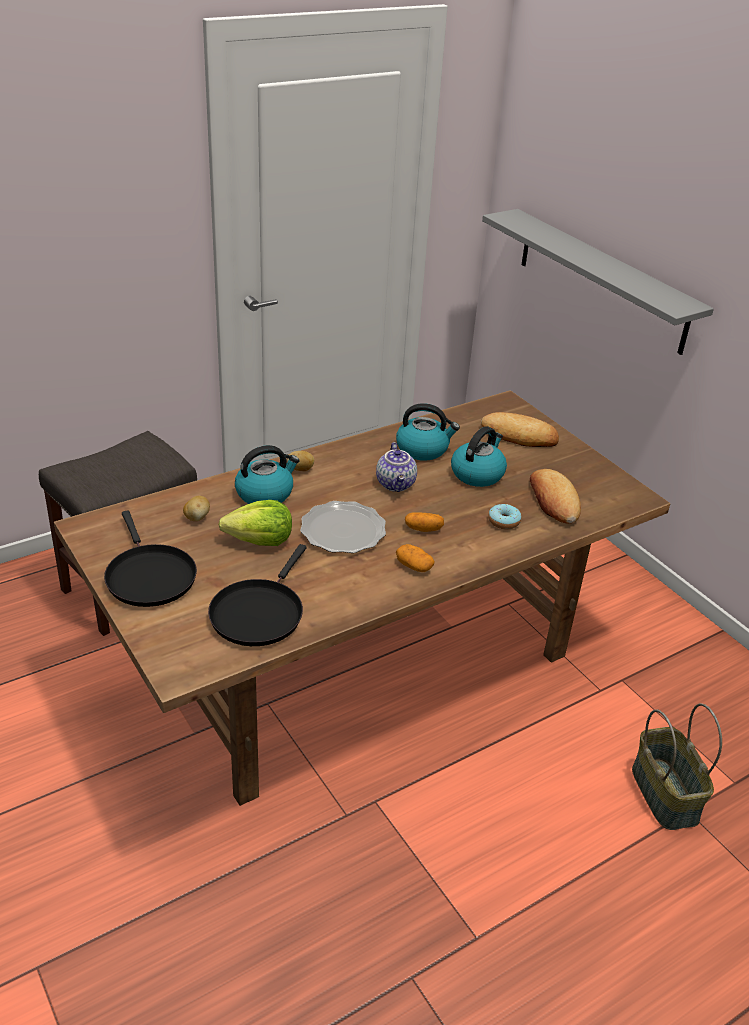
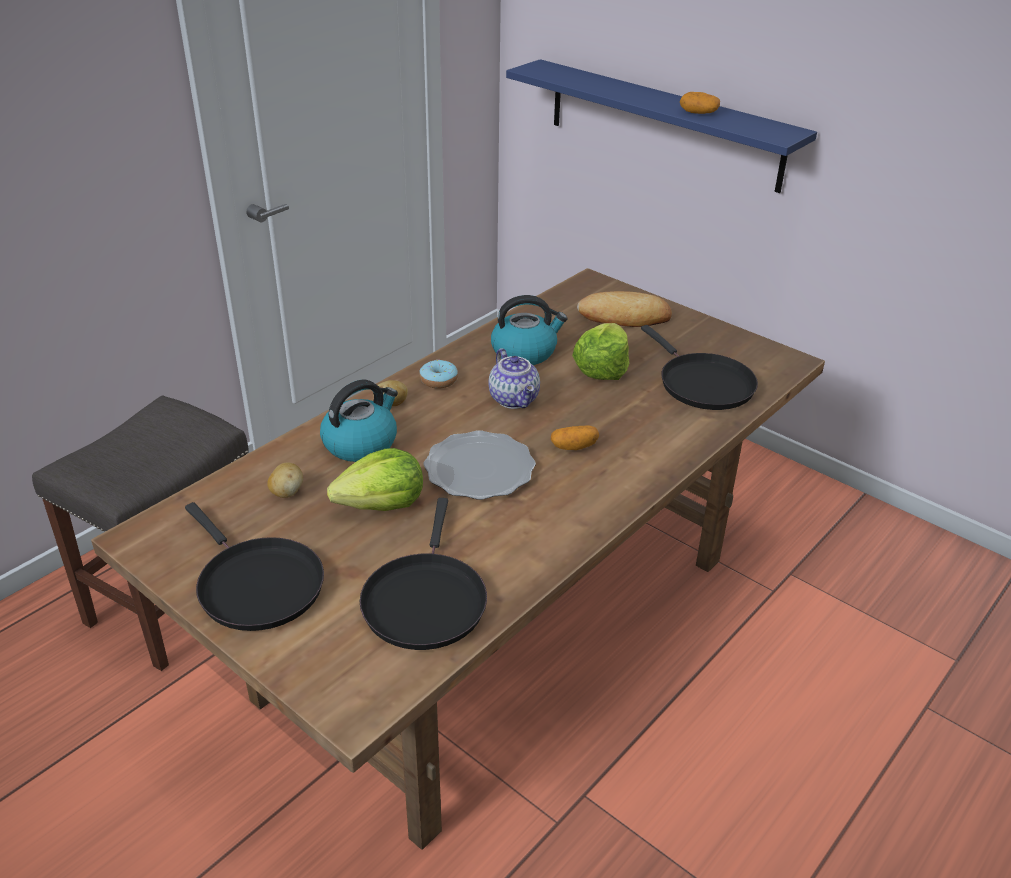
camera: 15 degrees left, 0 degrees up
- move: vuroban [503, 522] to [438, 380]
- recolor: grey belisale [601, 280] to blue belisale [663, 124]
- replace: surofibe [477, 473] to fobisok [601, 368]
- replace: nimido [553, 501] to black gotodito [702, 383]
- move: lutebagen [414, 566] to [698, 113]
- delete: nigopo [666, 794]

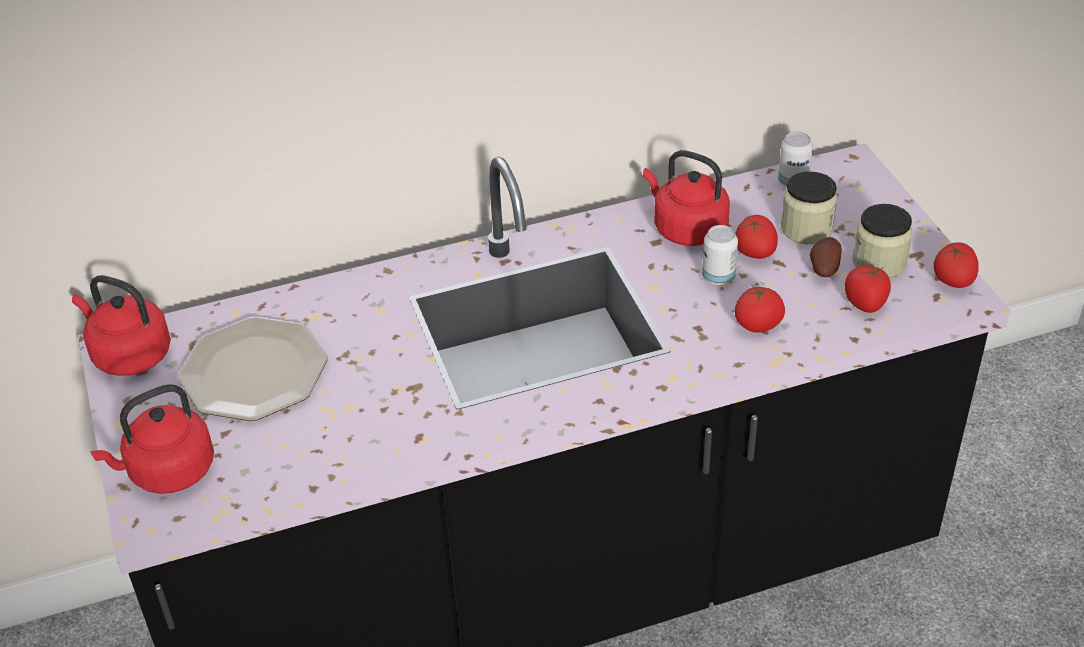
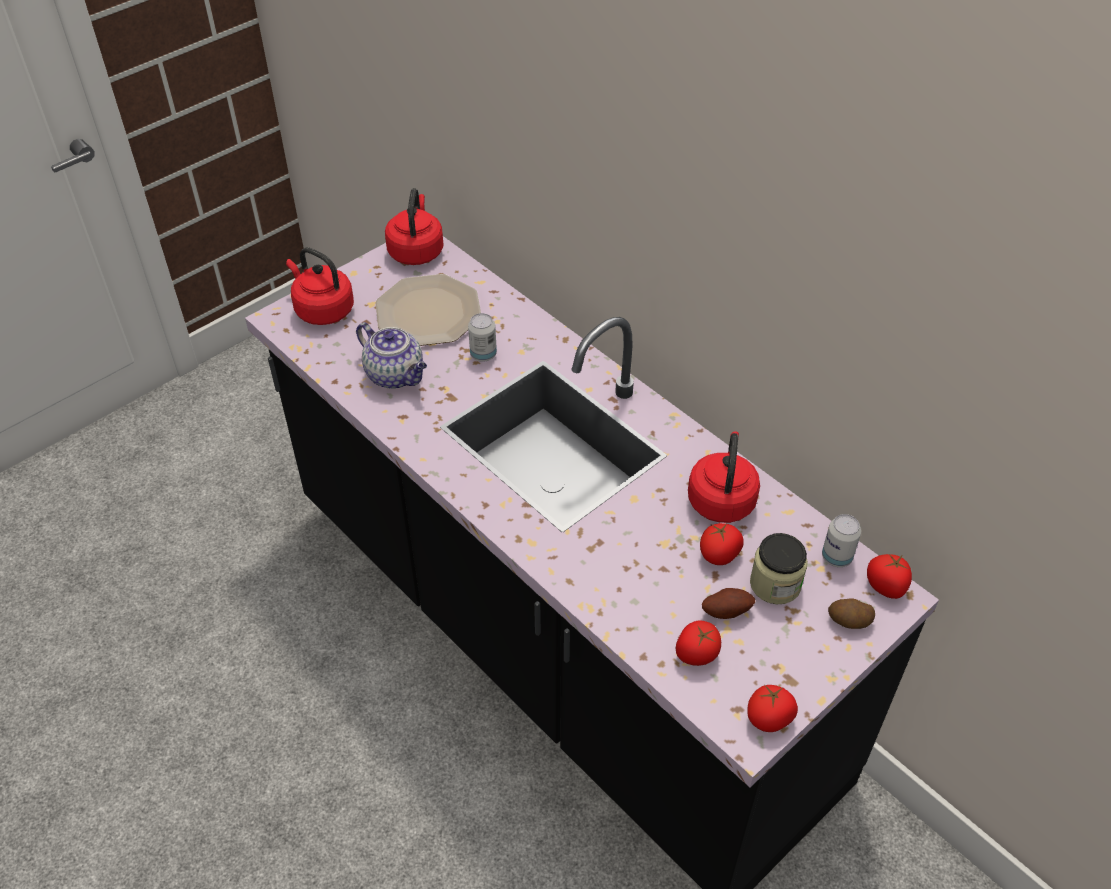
camera: 65 degrees right, 5 degrees up
- insert: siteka [396, 375]
- move: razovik [718, 277] to [483, 355]
- insert: lutebagen [849, 621]
- move: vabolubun [758, 324] to [886, 586]
- delete: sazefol [879, 262]

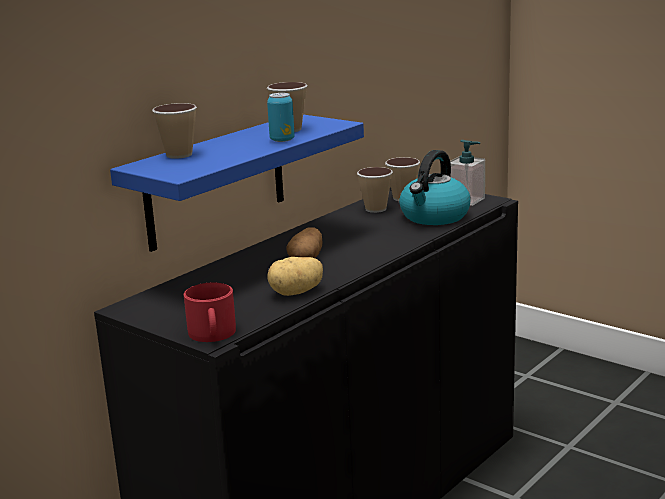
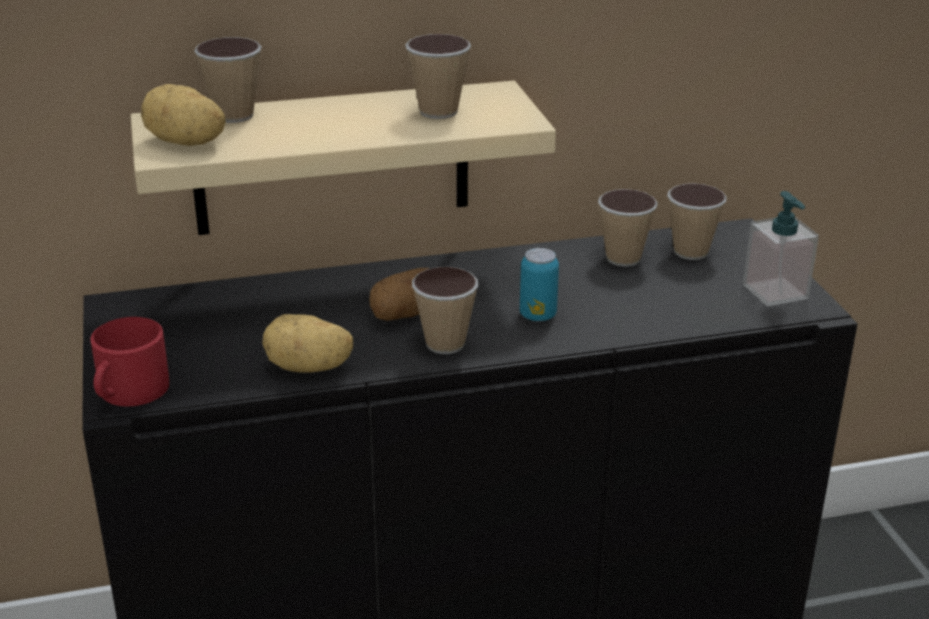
camera: 35 degrees right, 10 degrees up
- recolor: blue belisale [216, 181] to beige belisale [332, 158]
- insert: lutebagen [185, 143]
- insert: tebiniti [445, 344]
- move: razovik [282, 140] to [538, 315]
- delete: surofibe [434, 217]

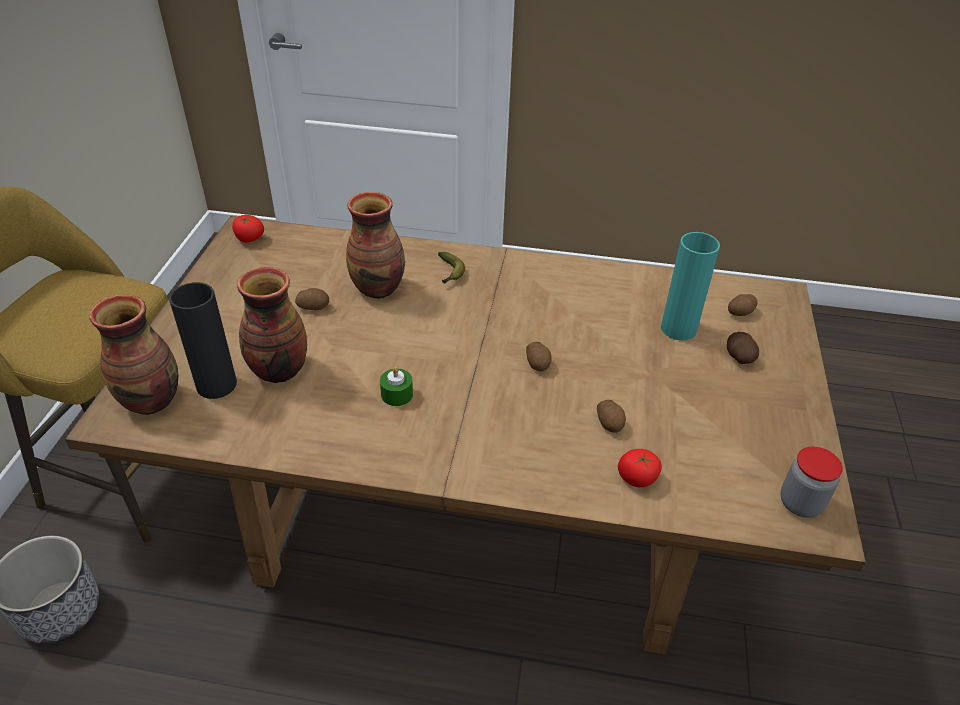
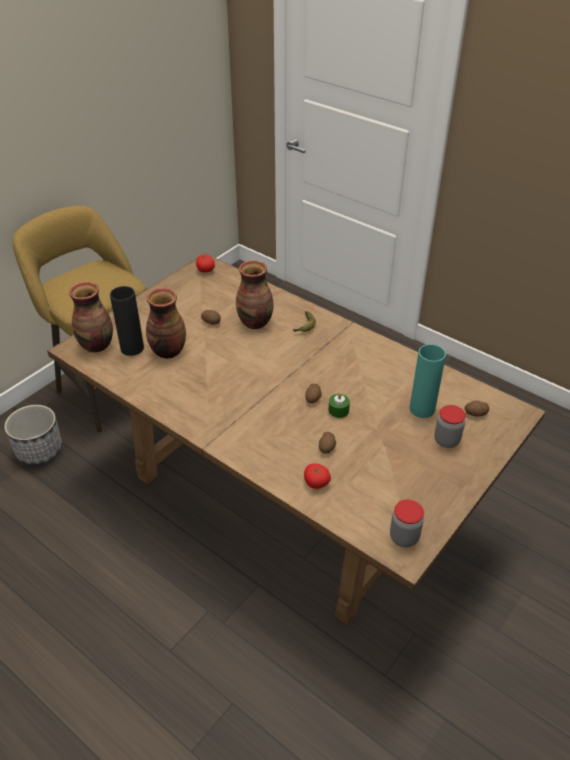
camera: 30 degrees right, 0 degrees up
- move: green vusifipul [397, 394] to [338, 410]
- replace: lutebagen [738, 357] to sazefol [446, 440]

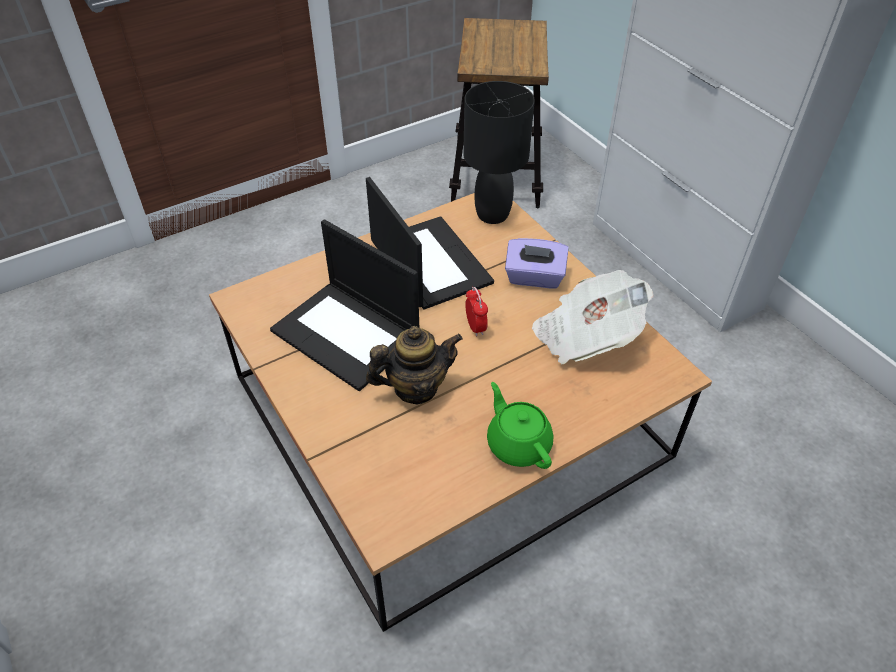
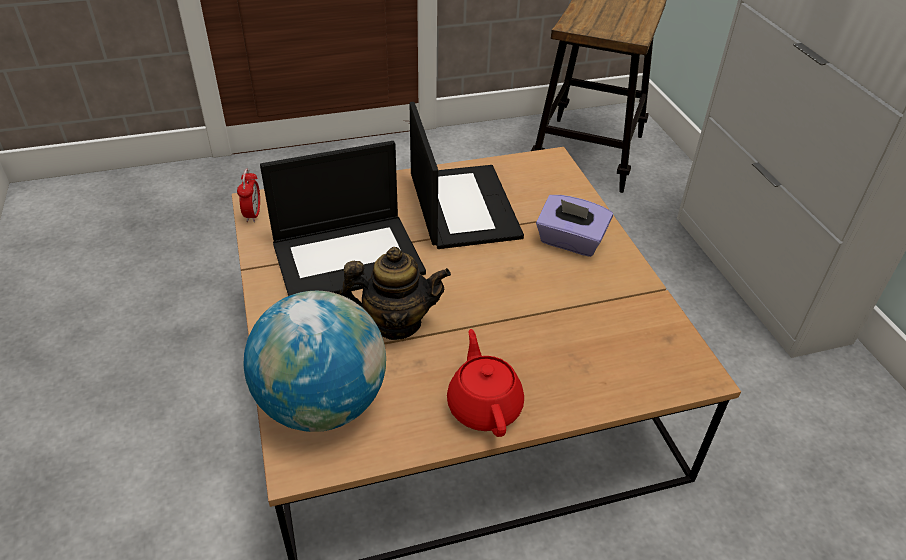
camera: 15 degrees right, 5 degrees down
- move: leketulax [475, 327] to [253, 214]
- insert: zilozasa [323, 404]
- rotate: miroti [347, 334] = [349, 257] 75 degrees counterclockwise
- recolor: green siteka [518, 443] to red siteka [484, 406]
- delete: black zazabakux [493, 214]
- delete: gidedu [586, 336]

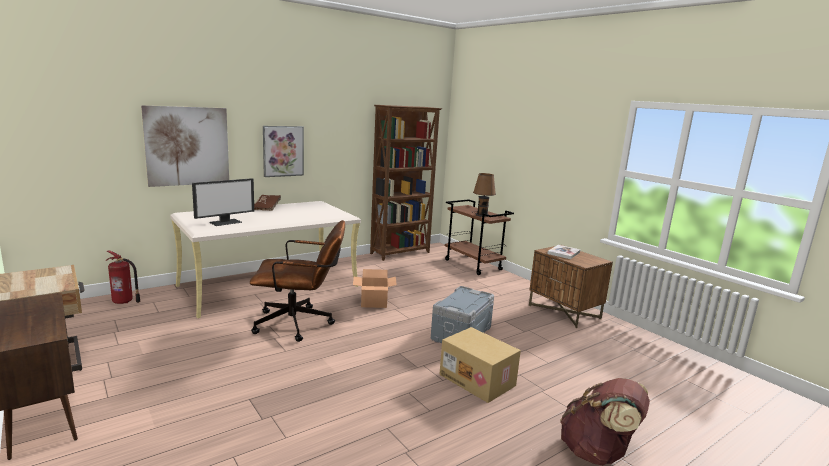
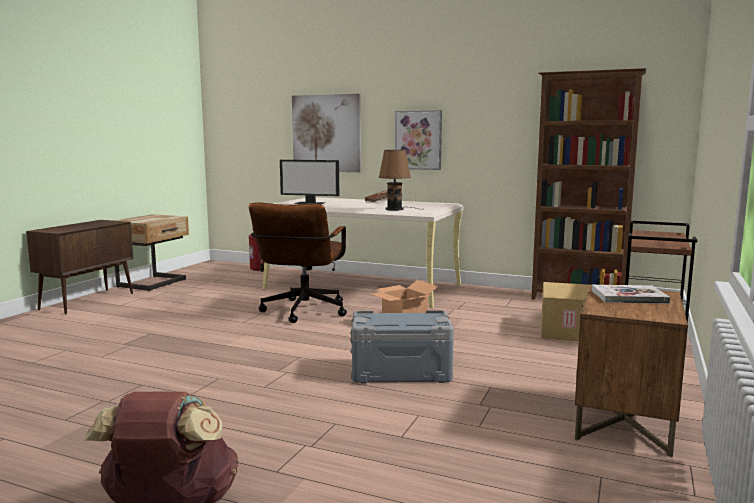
camera: 60 degrees right, 5 degrees down
- rotate: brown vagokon [300, 324] = [302, 313] 45 degrees clockwise
- move: brown zazabakux [481, 214] to [396, 209]
- move: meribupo [478, 380] to [566, 330]

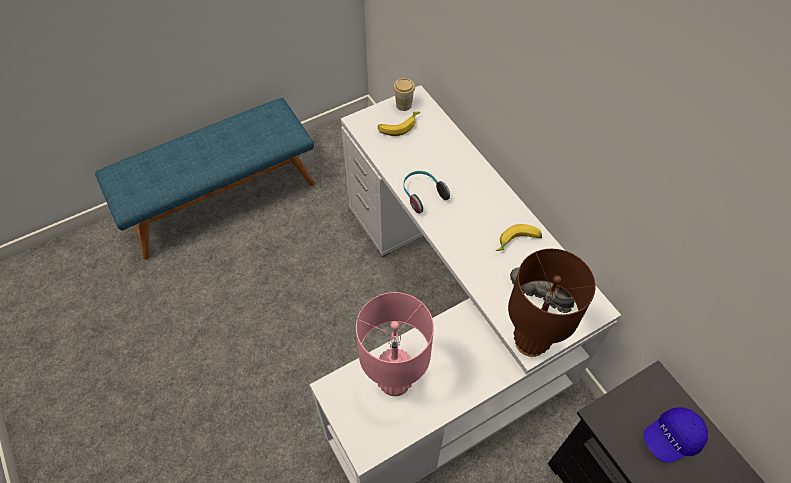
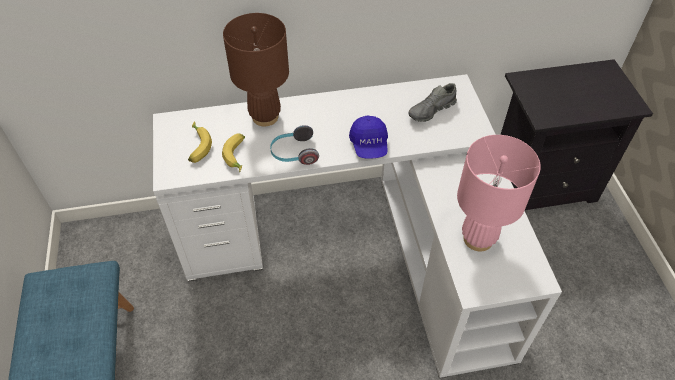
camera: 70 degrees left, 5 degrees down
- move: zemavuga [518, 242] to [238, 156]
- move: brown zazabakux [530, 342] to [265, 117]
- move: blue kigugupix [671, 438] to [369, 145]
- delete: tebiniti [404, 105]

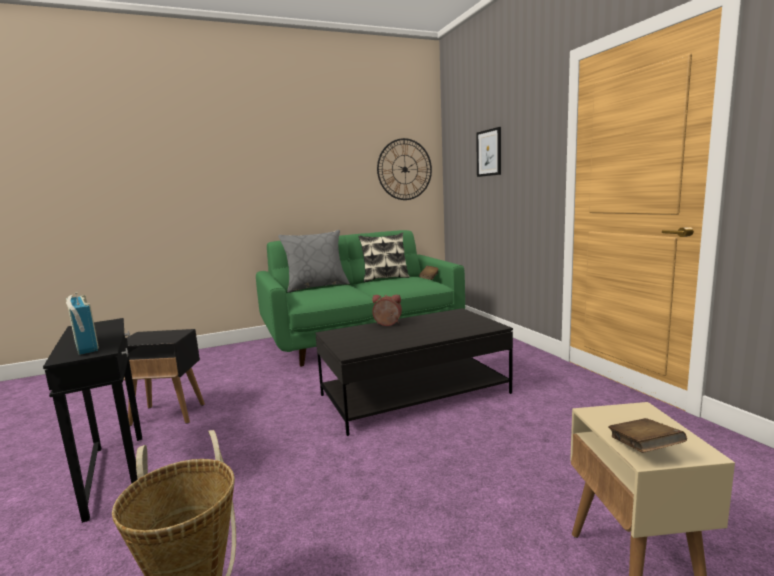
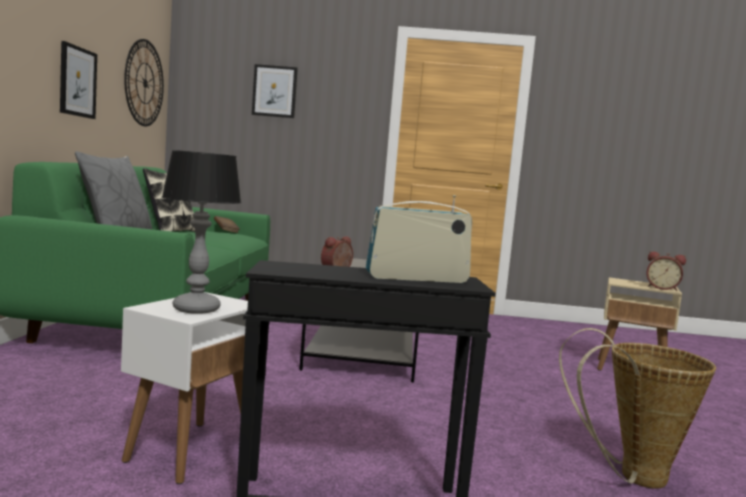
camera: 65 degrees left, 5 degrees down
- insert: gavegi [77, 82]
- recolor: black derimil [168, 414] to white derimil [191, 450]
- insert: zazabakux [196, 309]
- replace: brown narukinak [643, 449] to leketulax [662, 288]

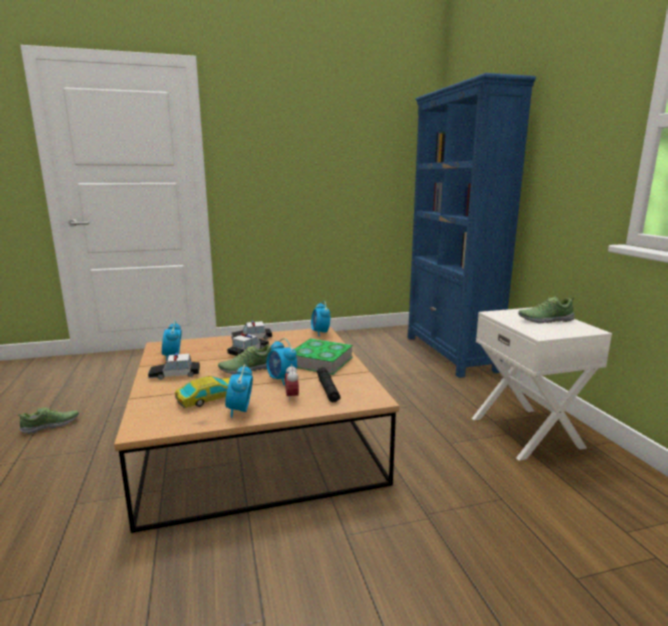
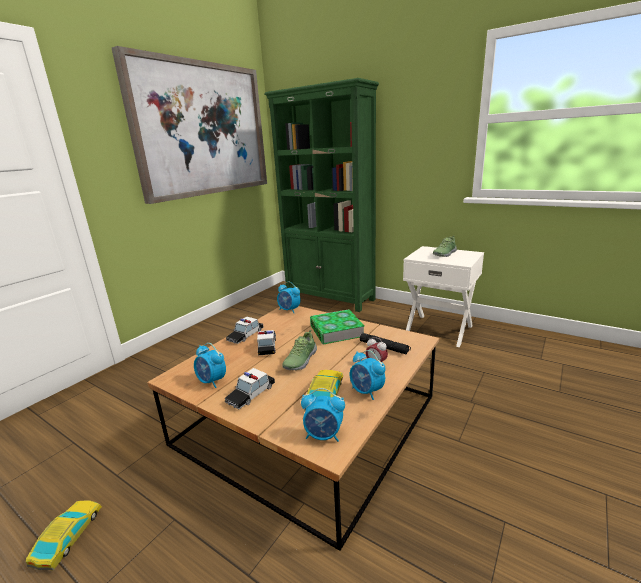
camera: 40 degrees left, 5 degrees up
- replace: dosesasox [51, 426] to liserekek [68, 537]
- insert: gavegi [203, 130]
- recolor: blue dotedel [450, 353] to green dotedel [330, 298]
- move: leketulax [282, 379] to [324, 435]

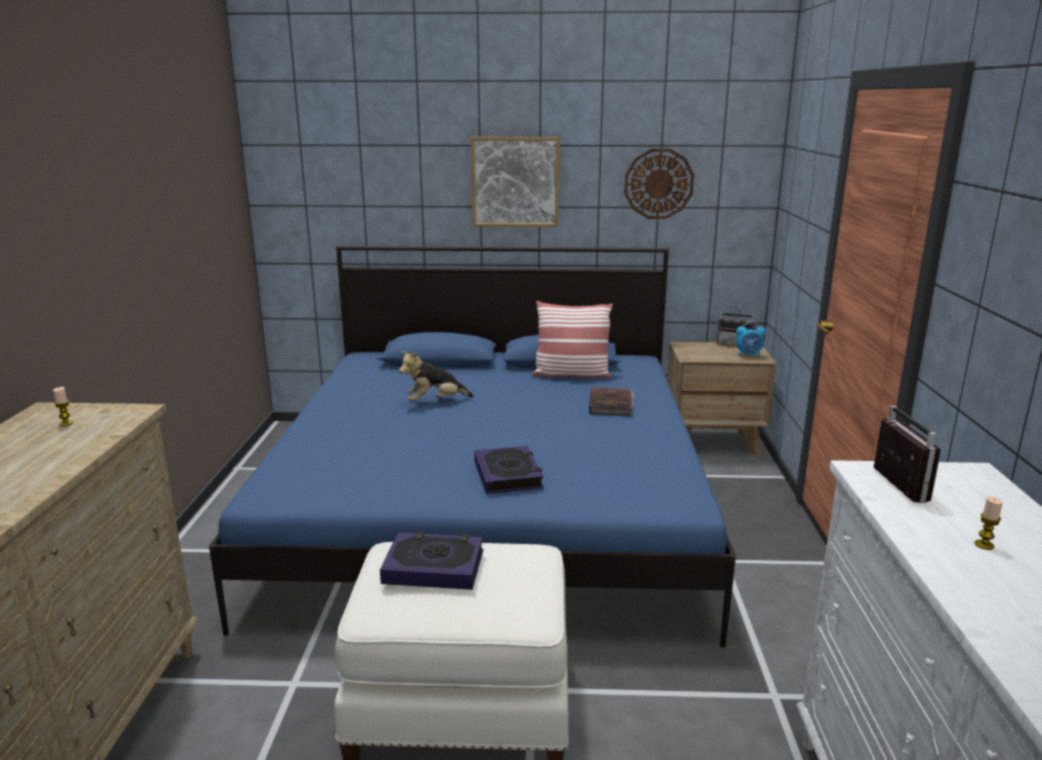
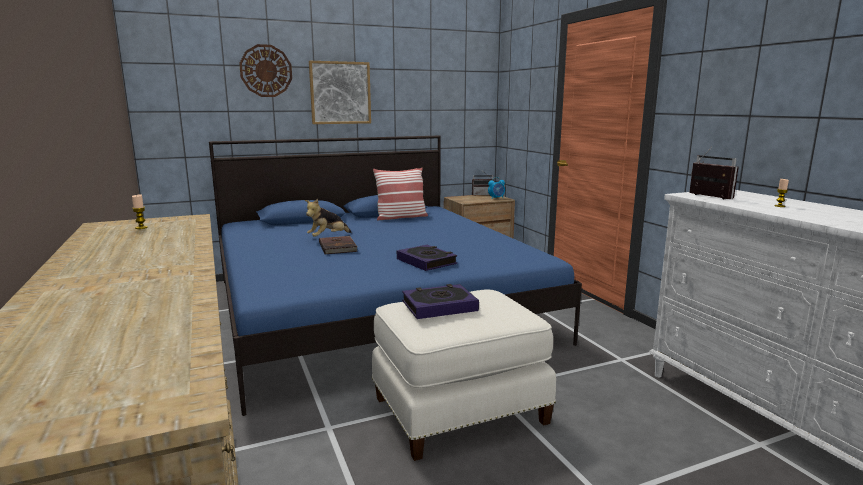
camera: 25 degrees left, 5 degrees down
- move: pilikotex [658, 184] to [266, 71]
- move: brown narukinak [612, 404] to [338, 247]

